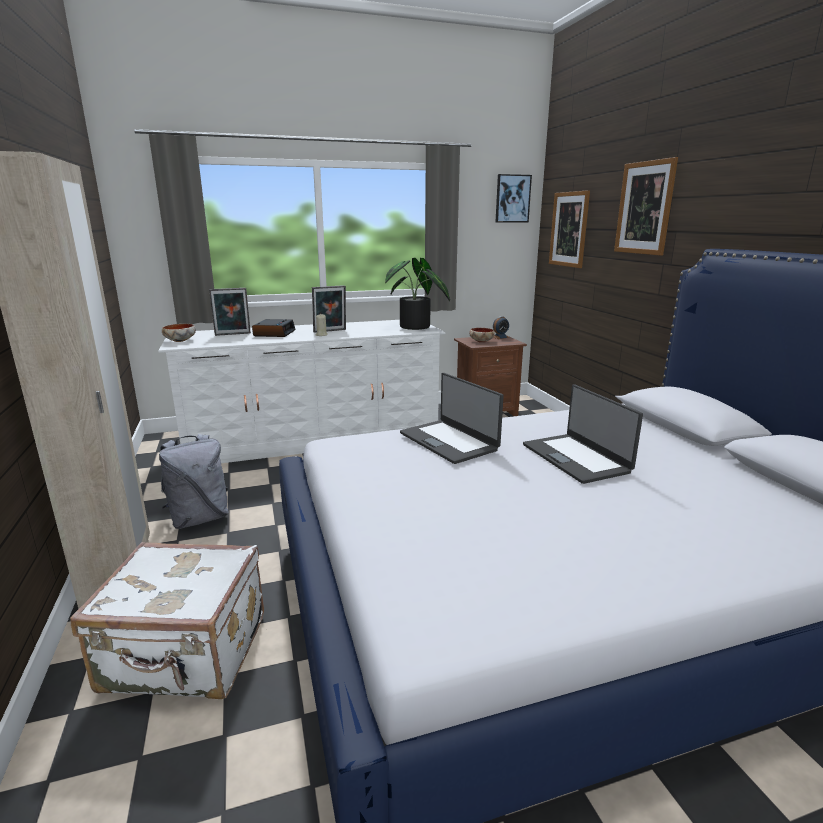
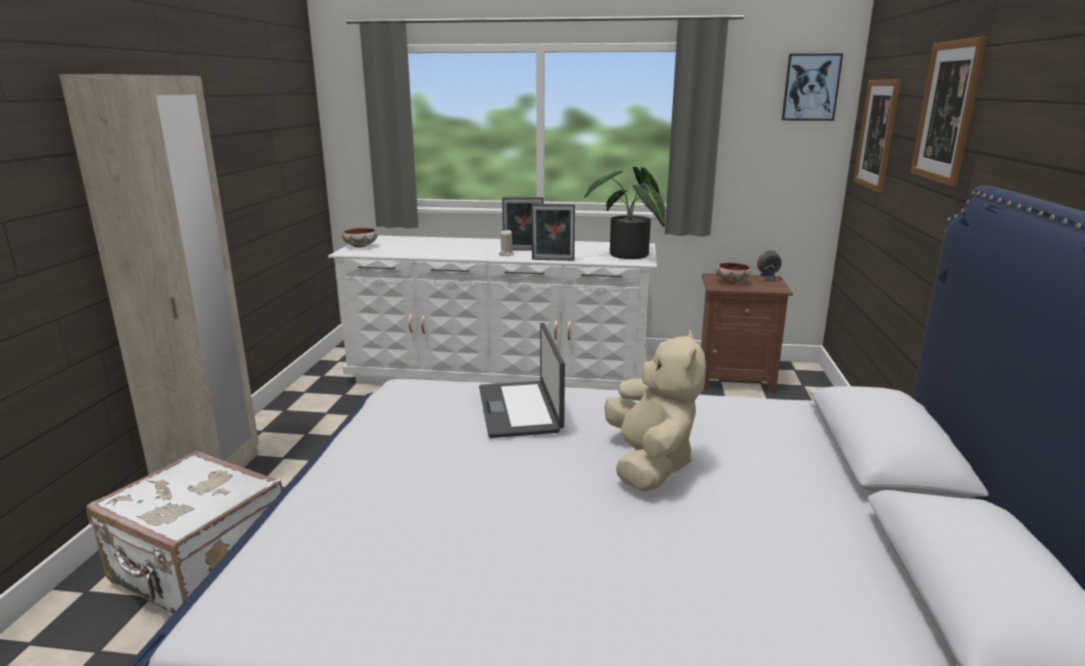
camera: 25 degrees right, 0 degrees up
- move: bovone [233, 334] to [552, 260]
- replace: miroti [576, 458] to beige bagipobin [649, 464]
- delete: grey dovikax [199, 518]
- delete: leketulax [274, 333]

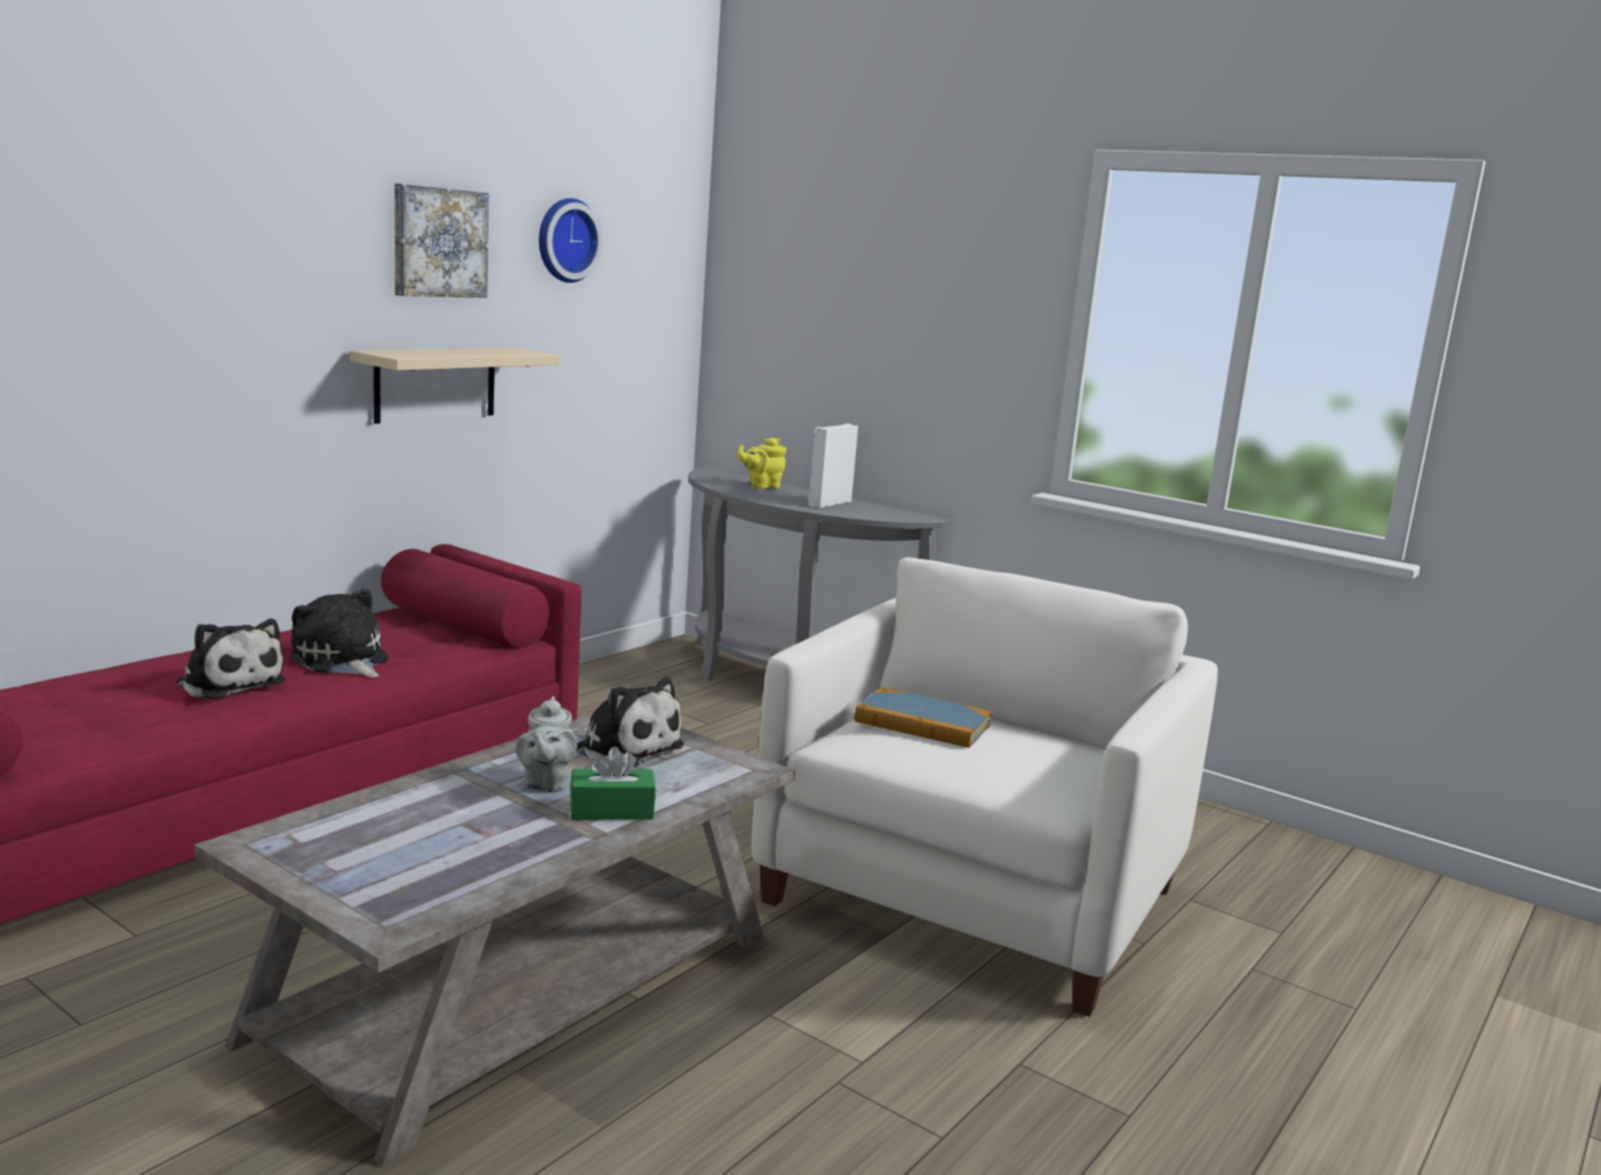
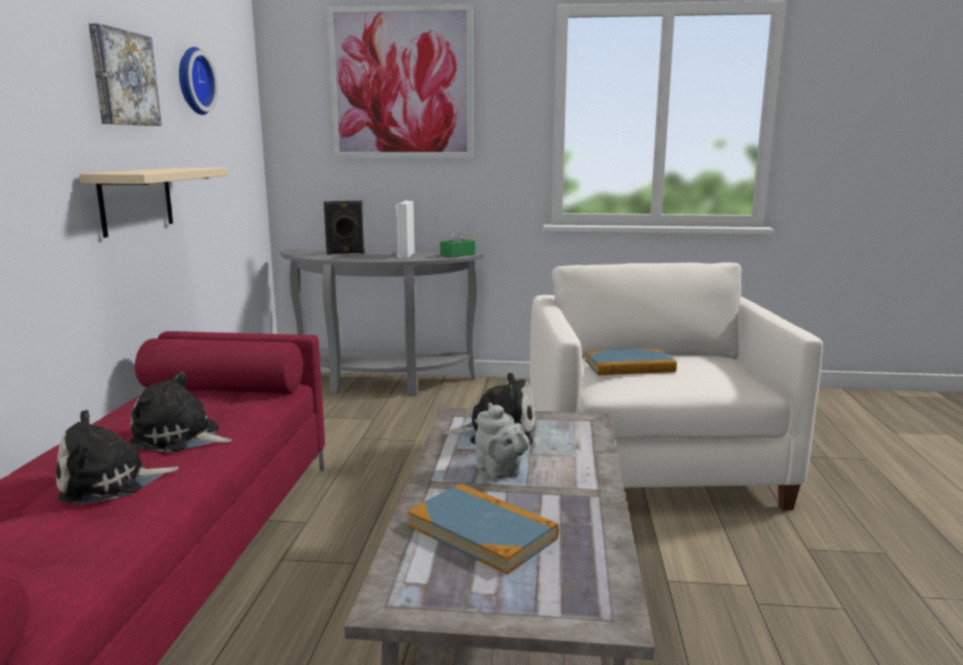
camera: 30 degrees left, 0 degrees up
- rotate: bagipobin [229, 682] = [110, 483] 150 degrees clockwise
- replace: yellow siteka [762, 486] to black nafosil [345, 253]
- insert: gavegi [401, 83]
- insert: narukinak [482, 532]
- move: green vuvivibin [611, 810] to [457, 255]

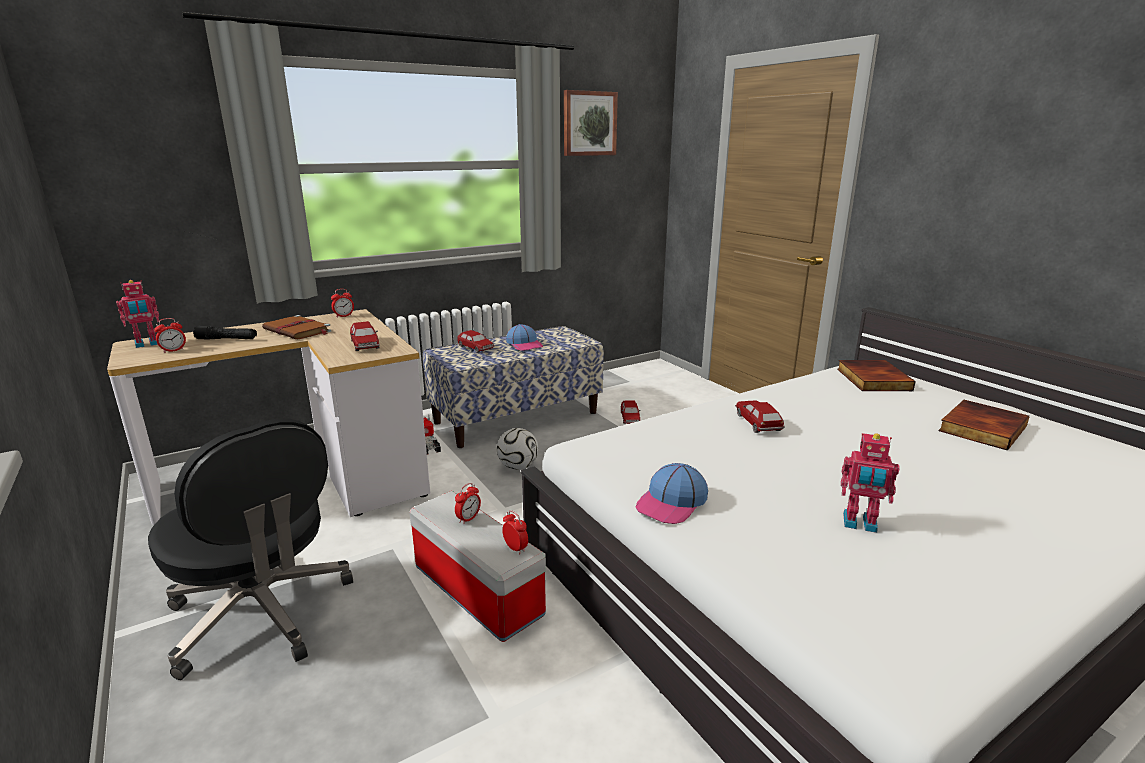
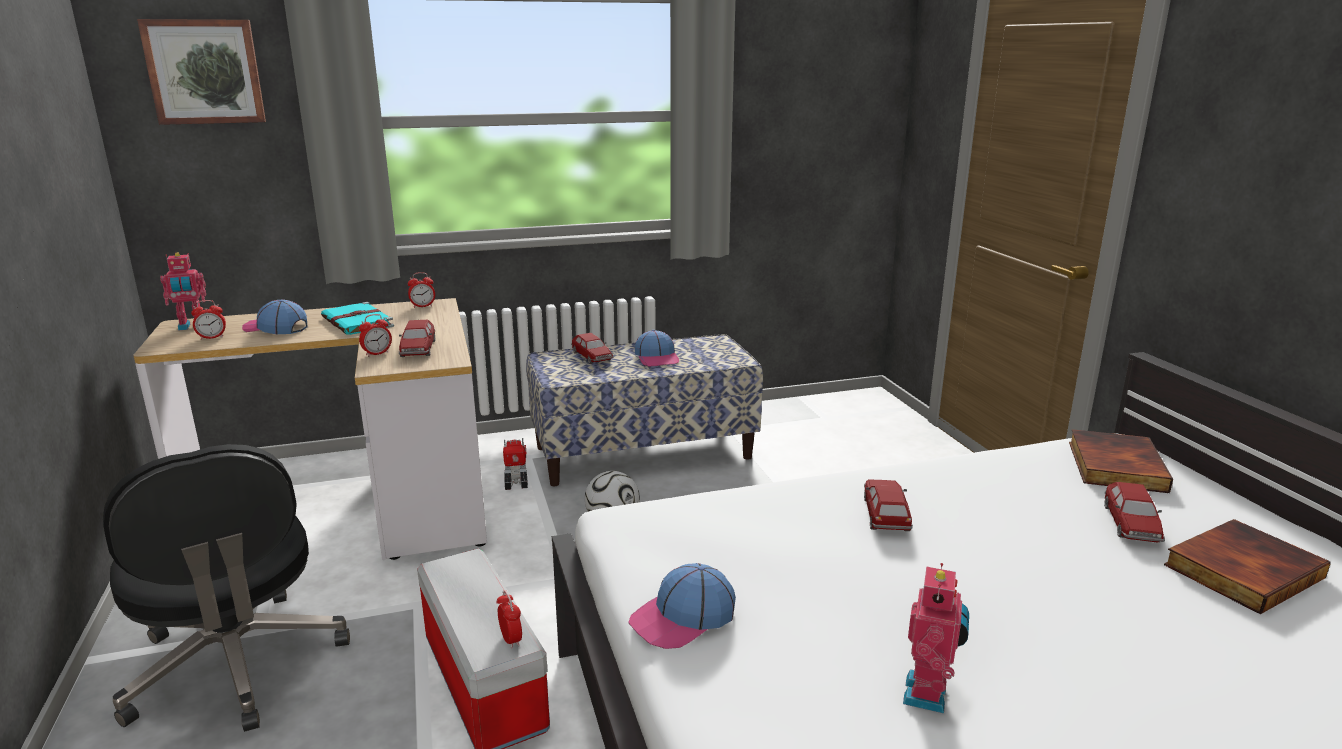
camera: 15 degrees right, 0 degrees up
- move: gavegi [589, 123] to [205, 72]
- replace: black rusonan [227, 339] to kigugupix [275, 328]
- recolor: brown narukinak [298, 330] to turquoise narukinak [358, 322]
- move: leketulax [468, 518] to [377, 353]
- rotate: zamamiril [860, 524] = [929, 695] 105 degrees counterclockwise
- move: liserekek [630, 418] to [1131, 524]

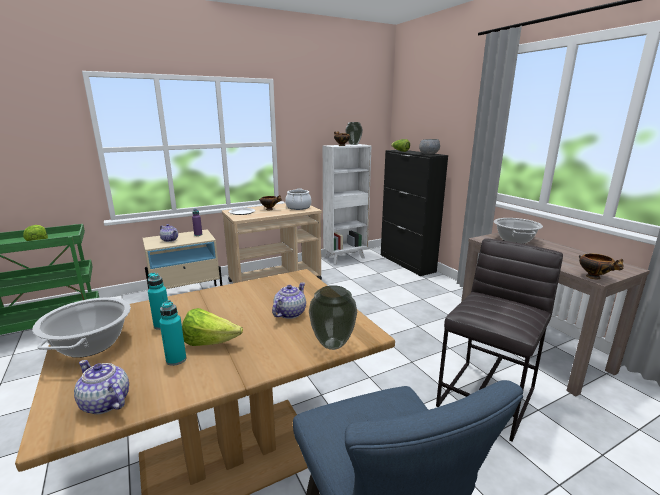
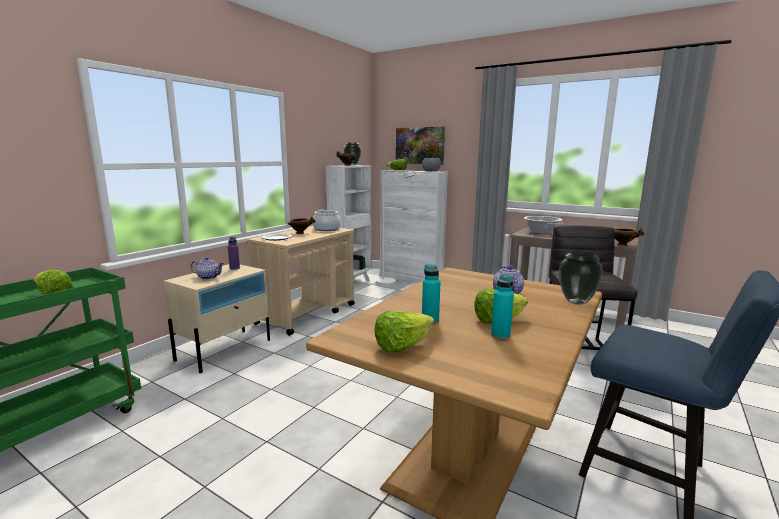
camera: 30 degrees left, 5 degrees down
- replace: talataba [90, 344] to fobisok [402, 346]
- insert: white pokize [391, 284]
- recolor: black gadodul [407, 263] to white gadodul [411, 278]
- insert: gavegi [420, 145]
- delete: siteka [105, 403]

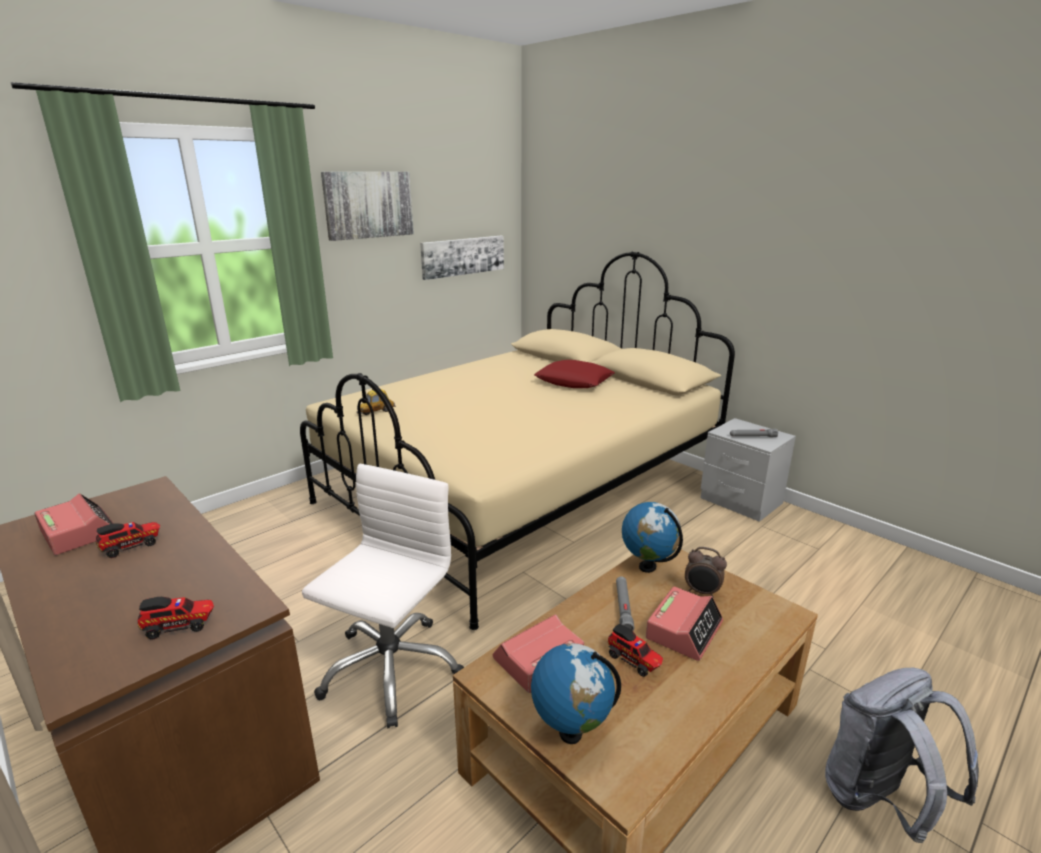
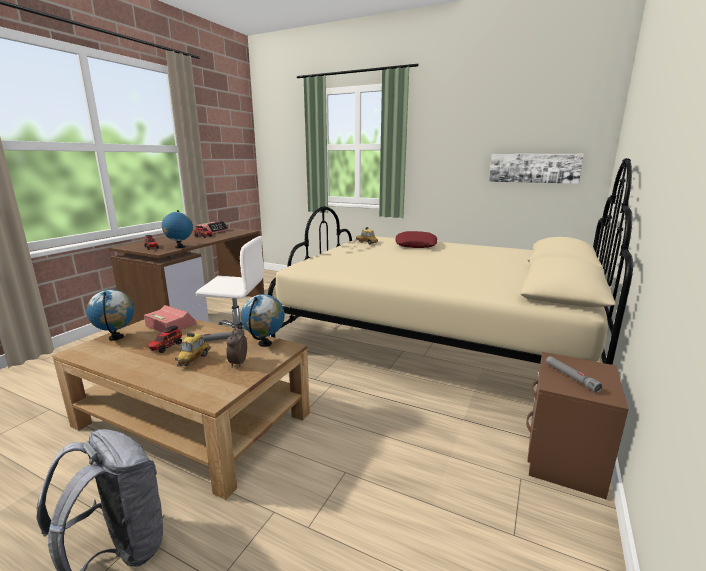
camera: 70 degrees right, 5 degrees down
- insert: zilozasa [180, 247]
- replace: leketulax [684, 630] to liserekek [194, 359]
- move: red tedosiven [574, 381] to [416, 245]
- recolor: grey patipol [741, 501] to brown patipol [564, 459]
- delete: gavegi [368, 205]

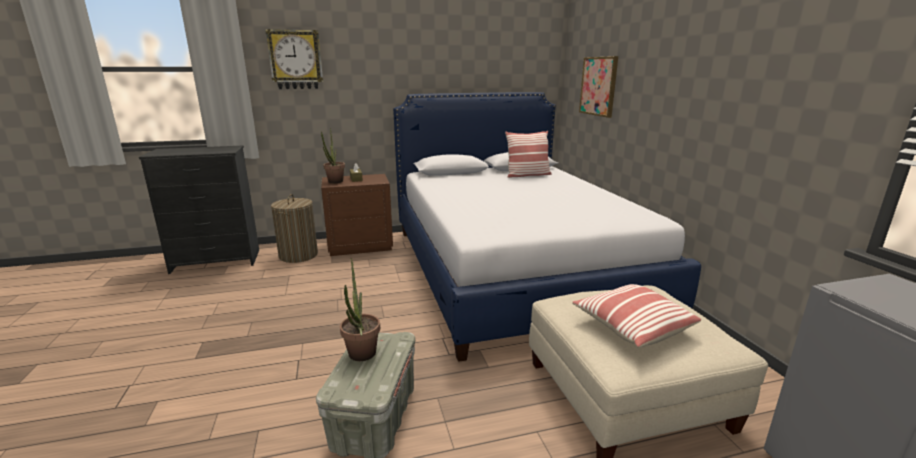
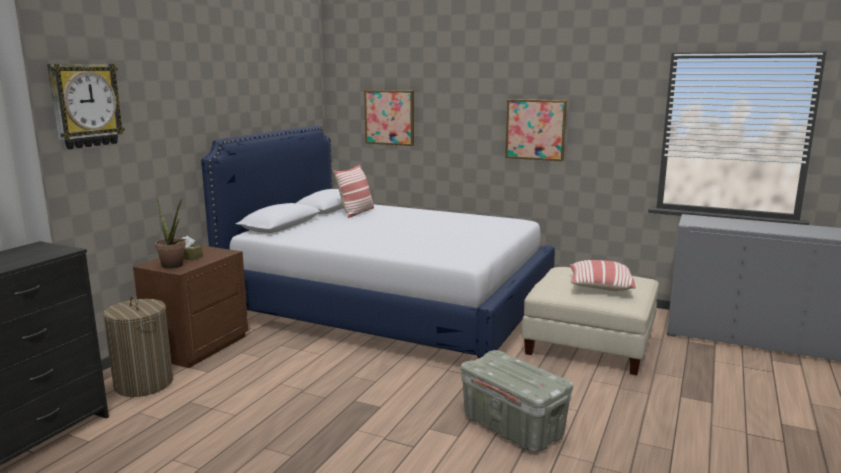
camera: 50 degrees left, 5 degrees down
- insert: gavegi [535, 129]
- delete: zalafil [361, 357]

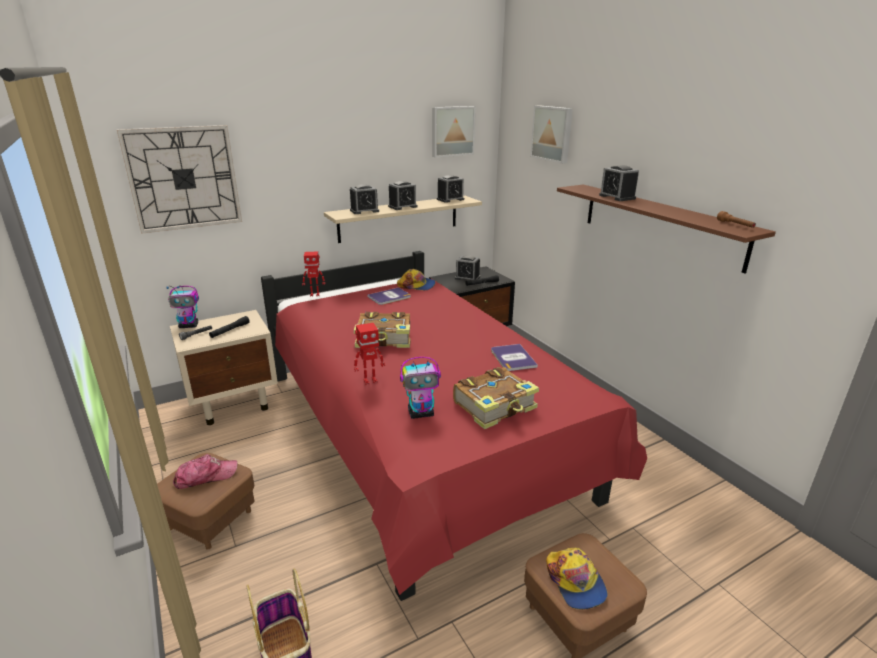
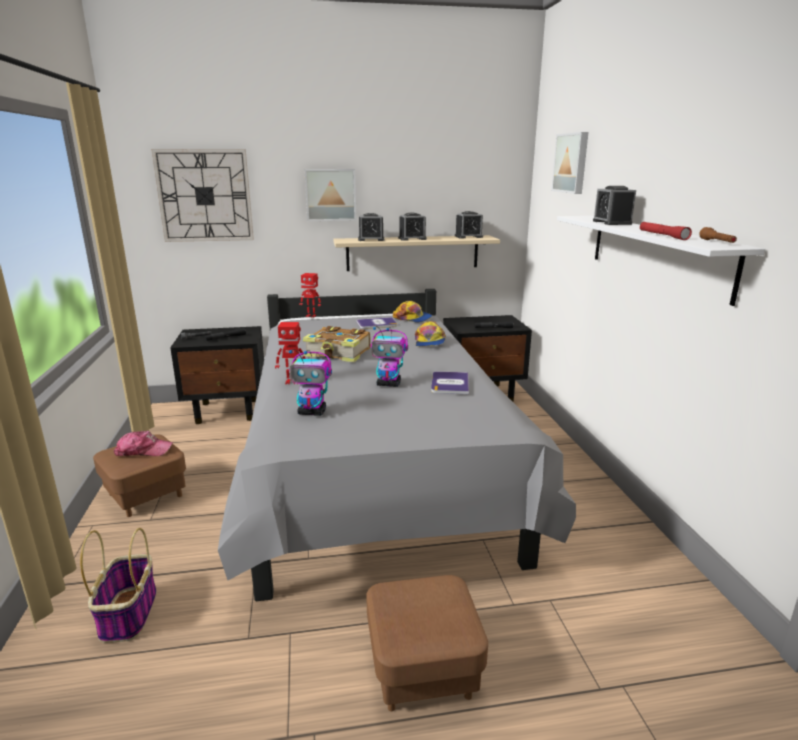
camera: 20 degrees right, 5 degrees down
- recolor: beige patipol [234, 403] to black patipol [228, 411]
- recolor: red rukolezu [421, 438] to grey rukolezu [373, 468]
- move: gavegi [452, 131] to [330, 195]
- move: zamamiril [189, 326] to [389, 384]
- move: kigugupix [575, 582] to [429, 341]
- recolor: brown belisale [659, 224] to white belisale [656, 253]
- insert: red rusonan [662, 236]
- delete: narukinak [495, 406]
- delete: leketulax [467, 278]

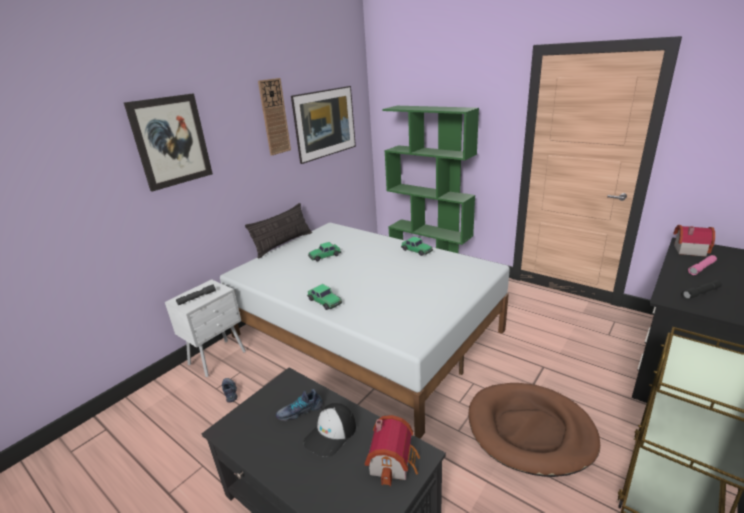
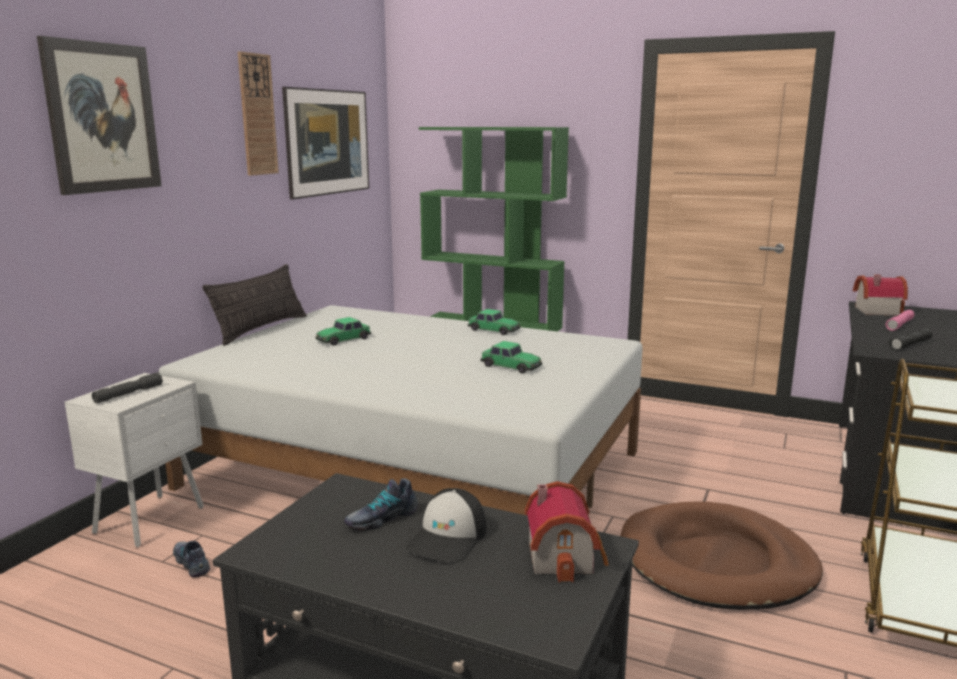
camera: 15 degrees left, 10 degrees down
- move: liserekek [325, 301] to [511, 366]

